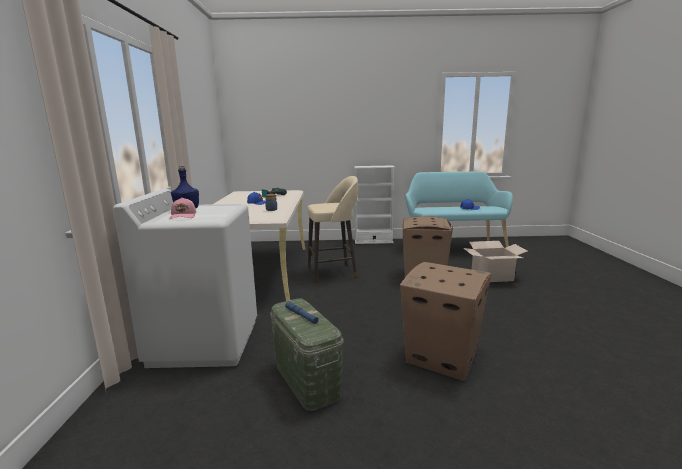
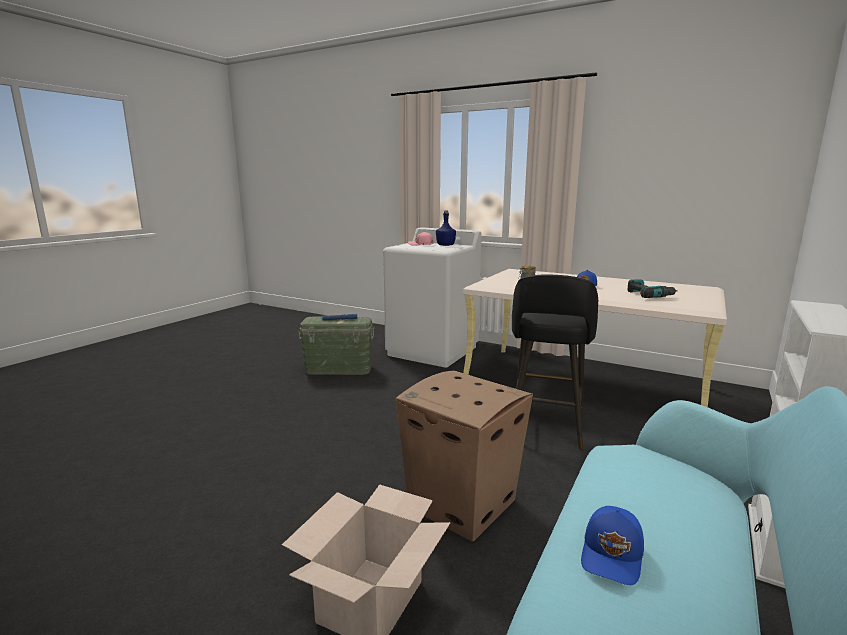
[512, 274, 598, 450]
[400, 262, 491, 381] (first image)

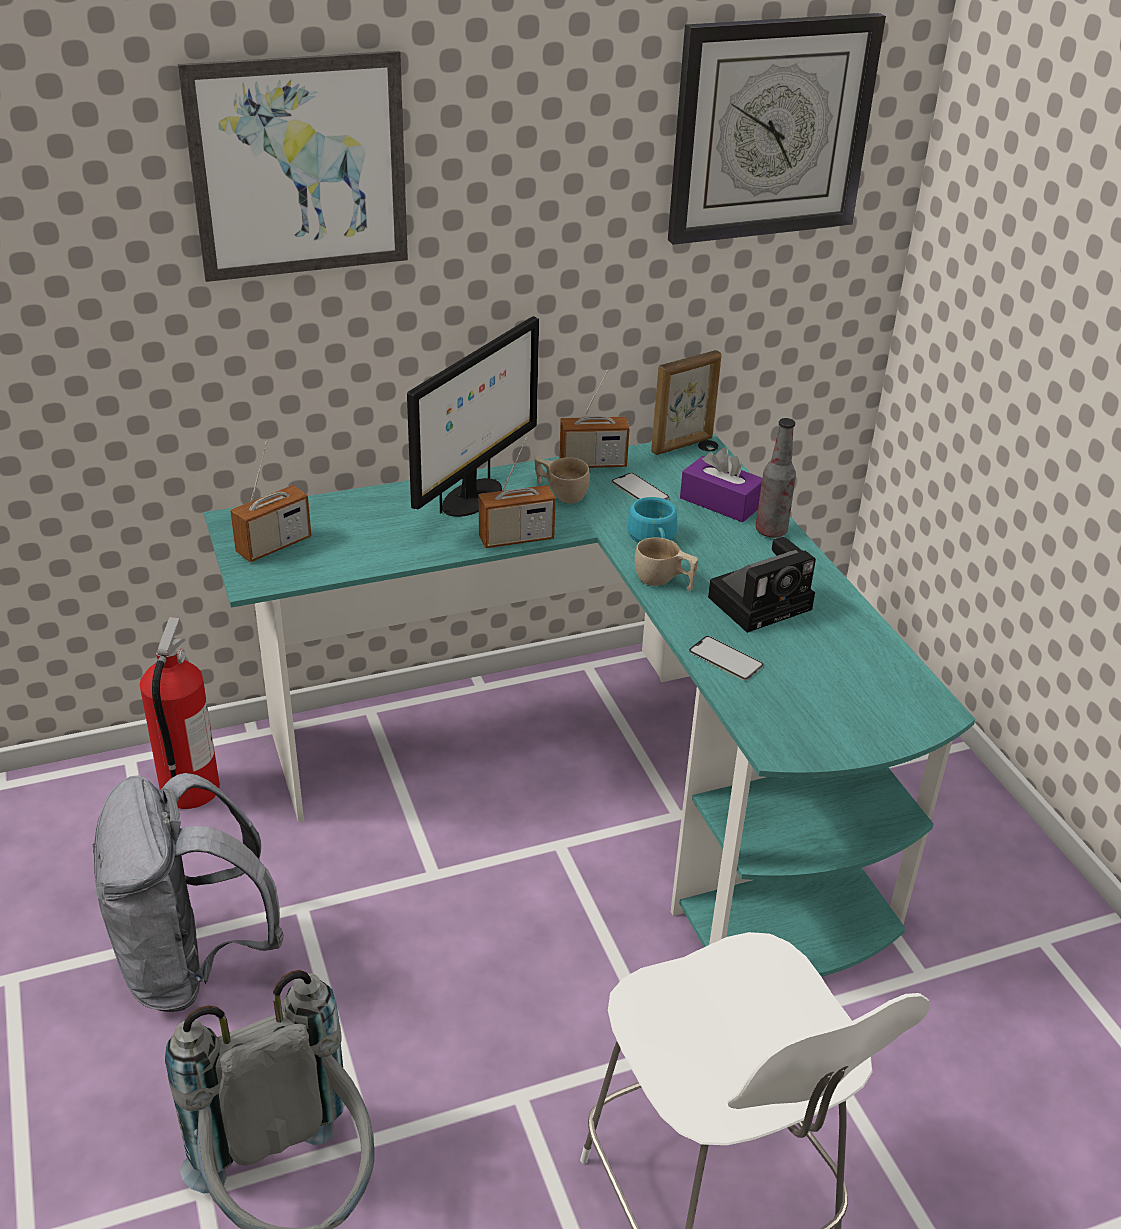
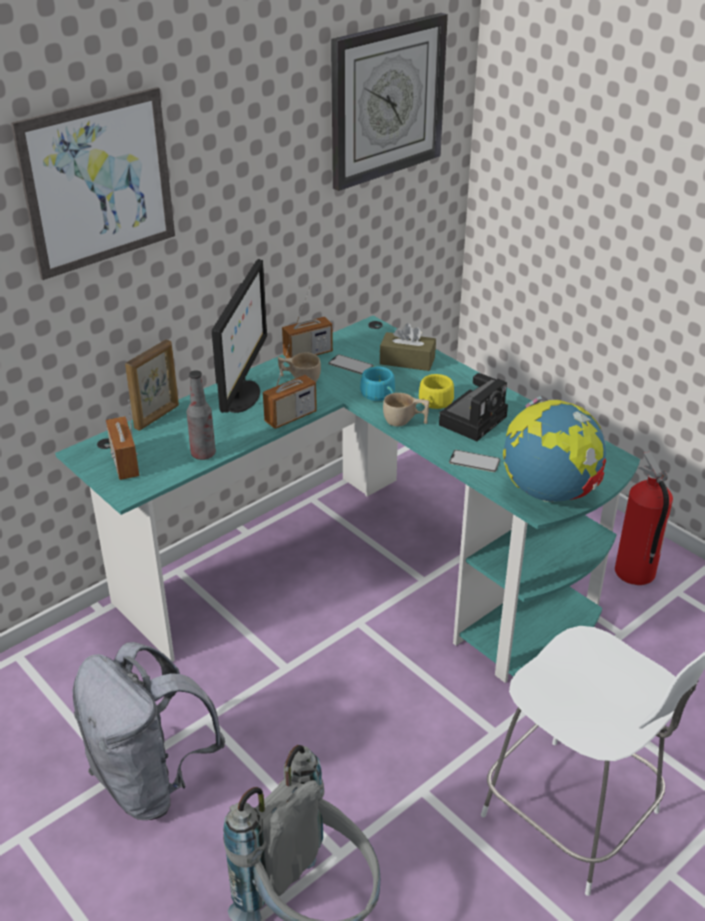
[125, 339, 179, 431]
[187, 370, 216, 460]
[106, 400, 140, 480]
[380, 323, 436, 371]
[615, 452, 673, 585]
[419, 374, 454, 409]
[503, 396, 606, 502]

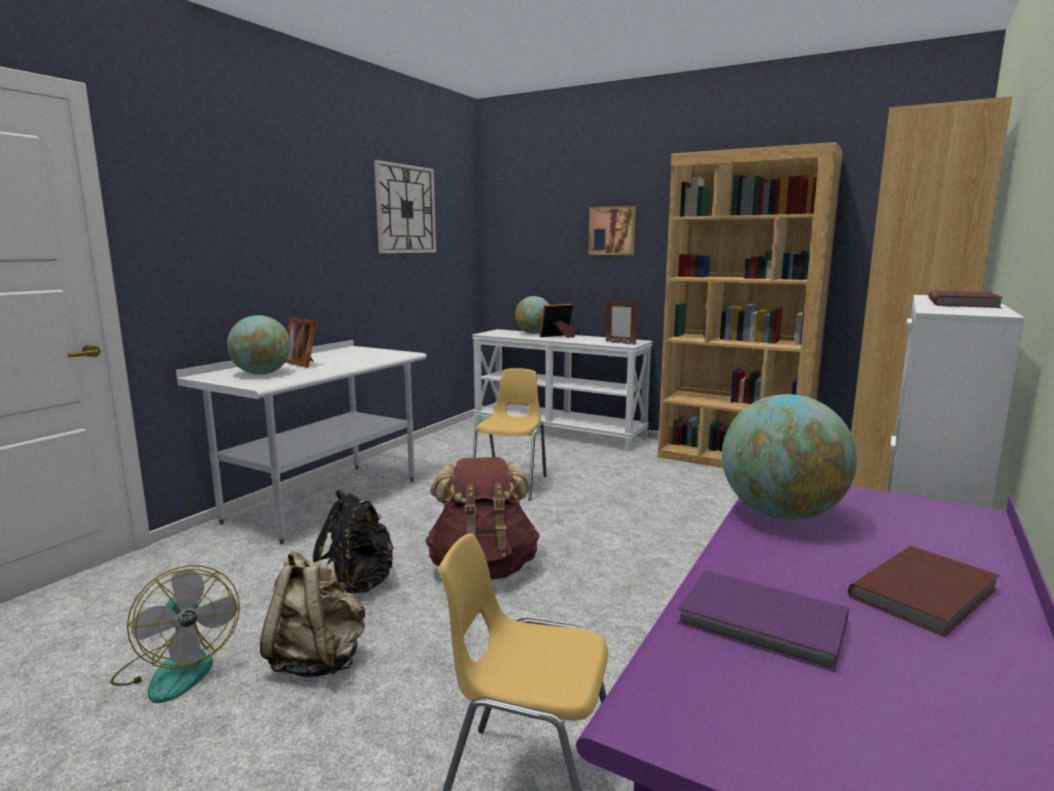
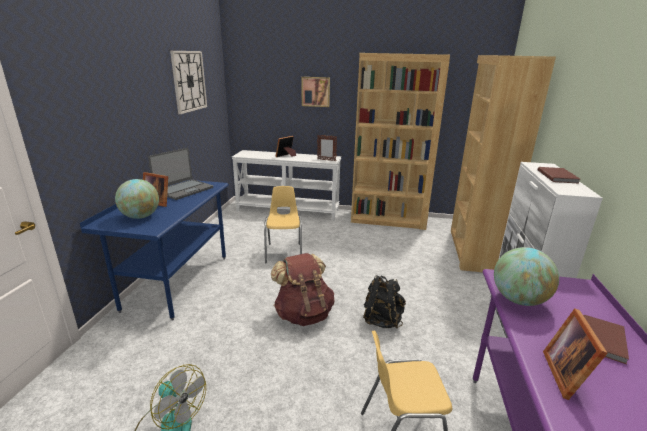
[515, 296, 550, 334] (first image)
[80, 180, 229, 321]
[363, 275, 406, 328]
[260, 551, 365, 678] (first image)
[543, 308, 608, 400]
[148, 148, 213, 200]

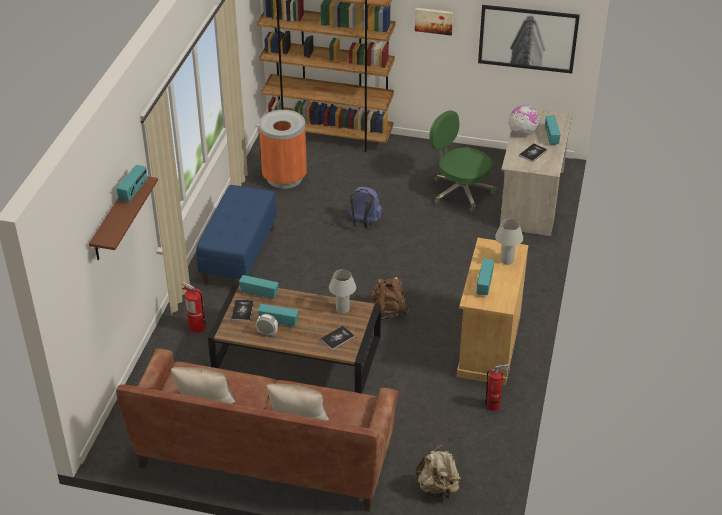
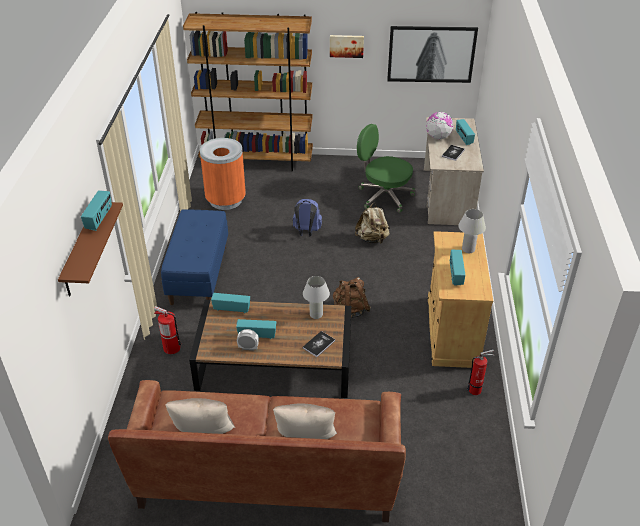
[231, 300, 254, 321] (first image)
[355, 203, 390, 244]

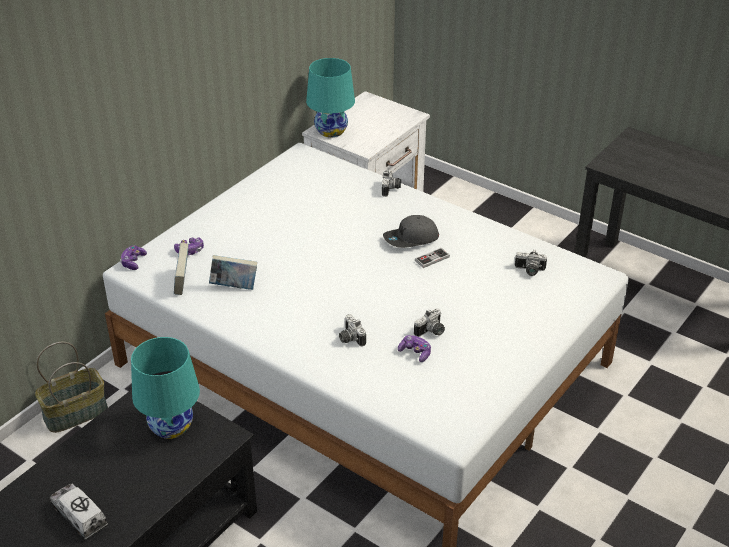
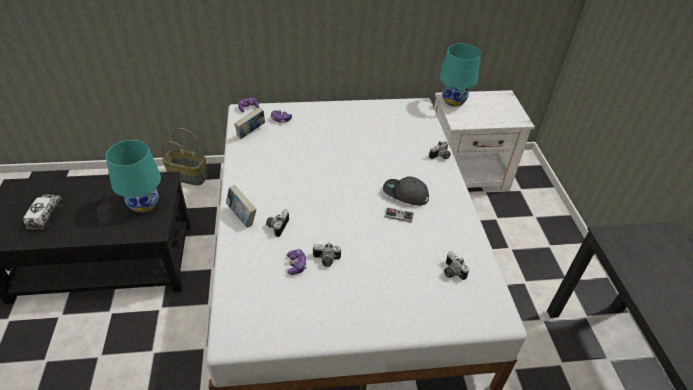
[226, 185, 257, 227]

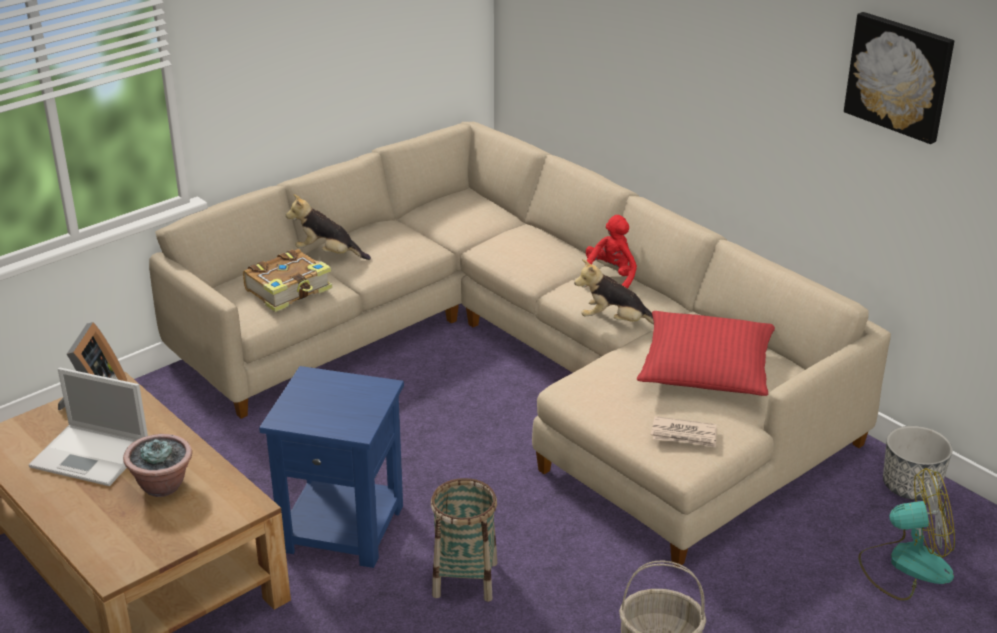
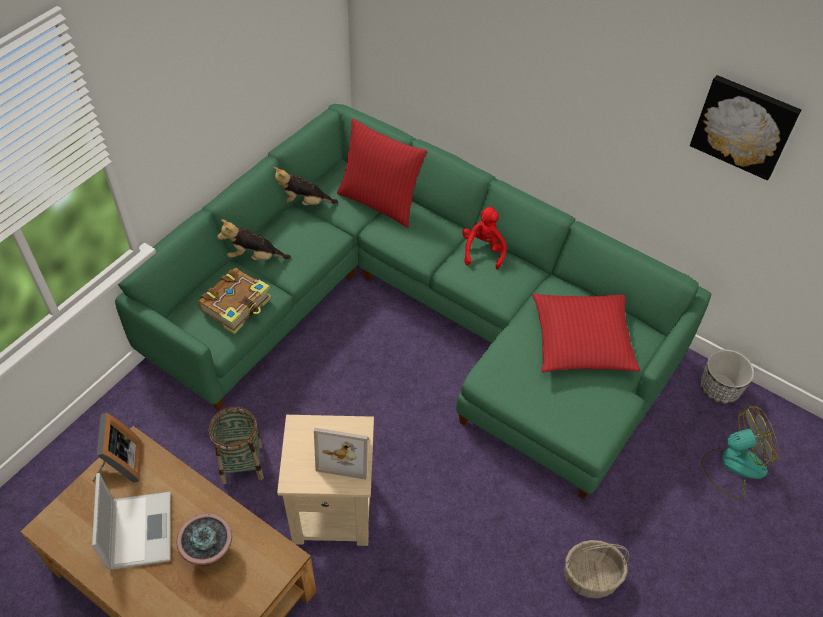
[115, 104, 711, 499]
[274, 167, 338, 205]
[277, 415, 374, 546]
[92, 473, 171, 570]
[651, 416, 717, 448] (first image)
[209, 407, 264, 484]
[337, 119, 428, 228]
[314, 428, 369, 480]

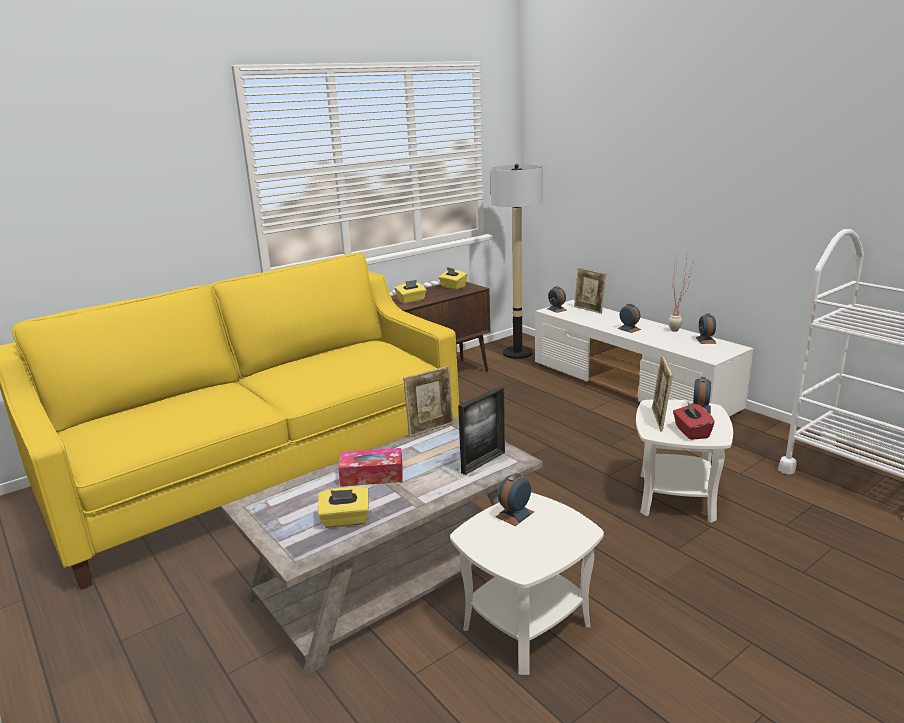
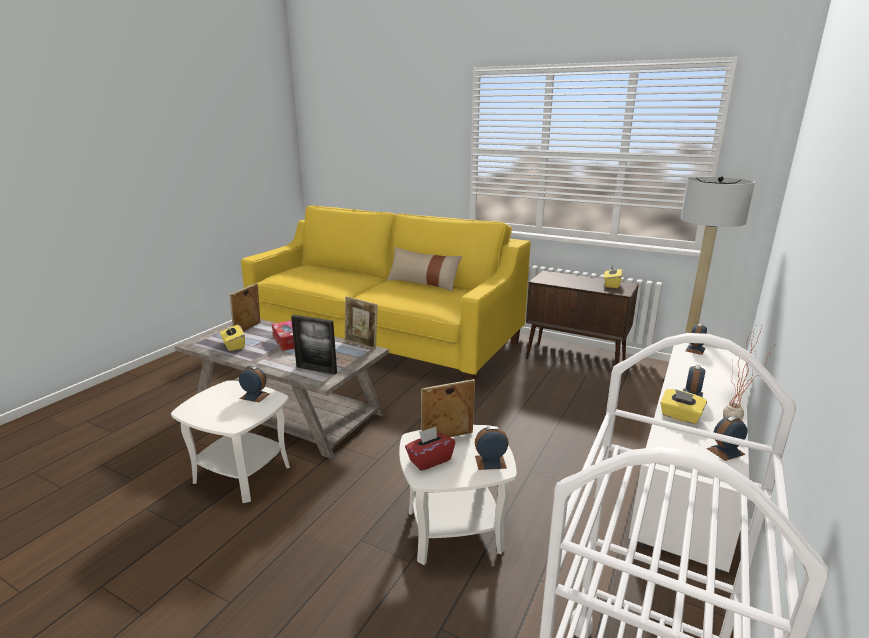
[230, 283, 260, 331]
[660, 389, 707, 425]
[387, 247, 462, 292]

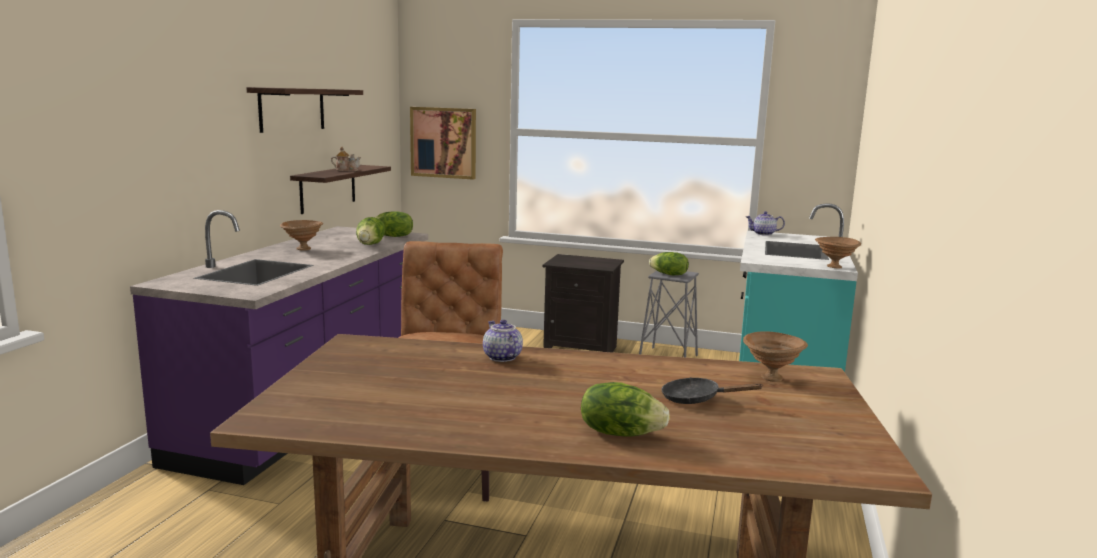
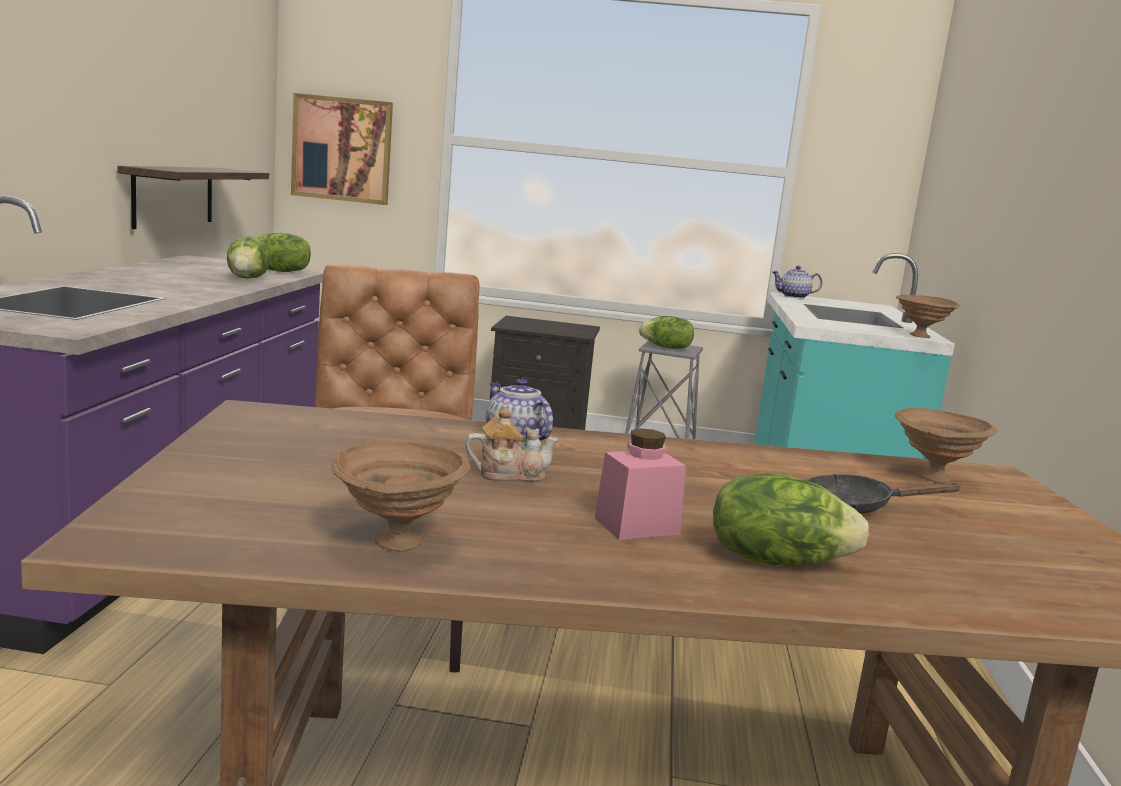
[247, 87, 363, 133] (first image)
[465, 407, 559, 482]
[331, 441, 470, 552]
[594, 428, 686, 540]

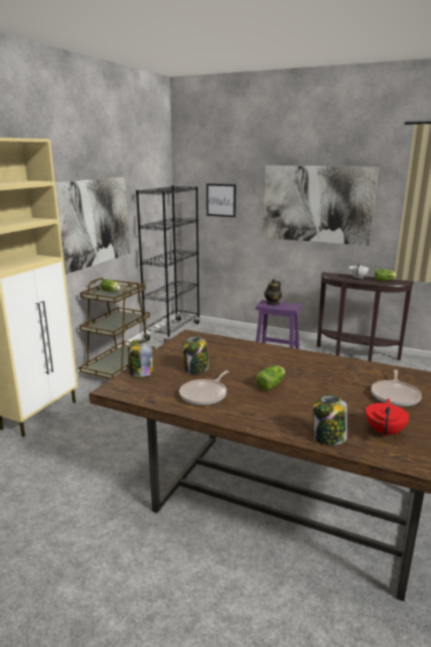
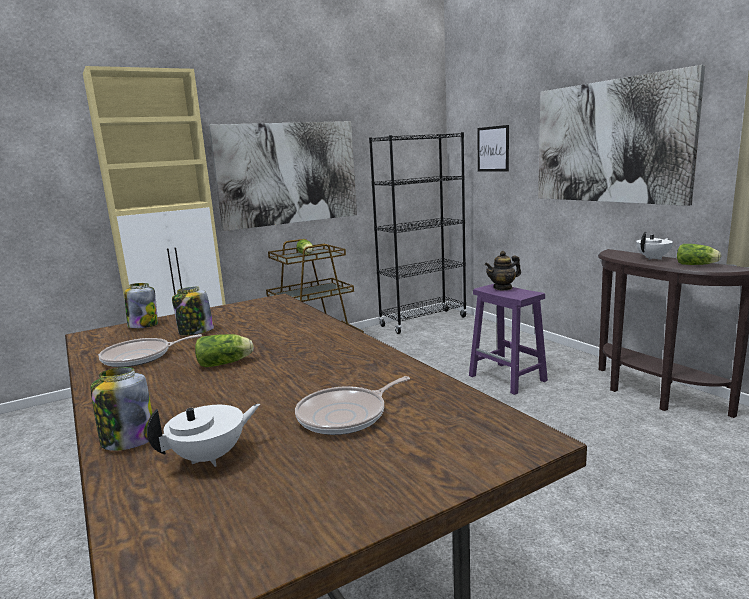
[146, 404, 260, 467]

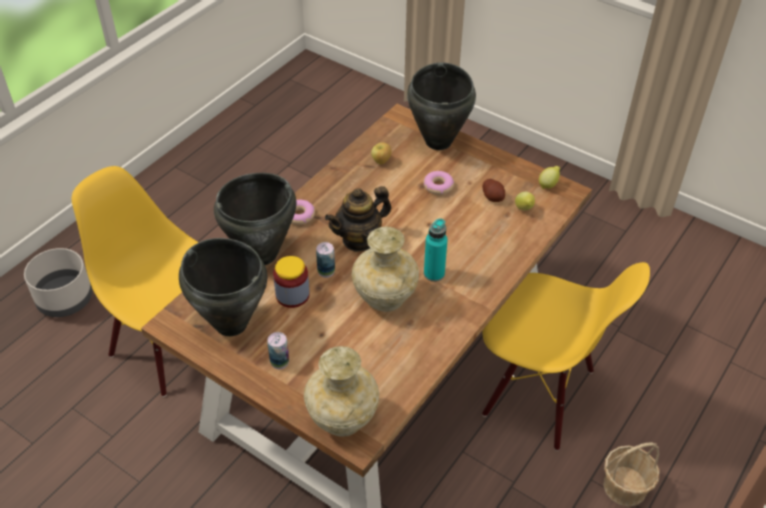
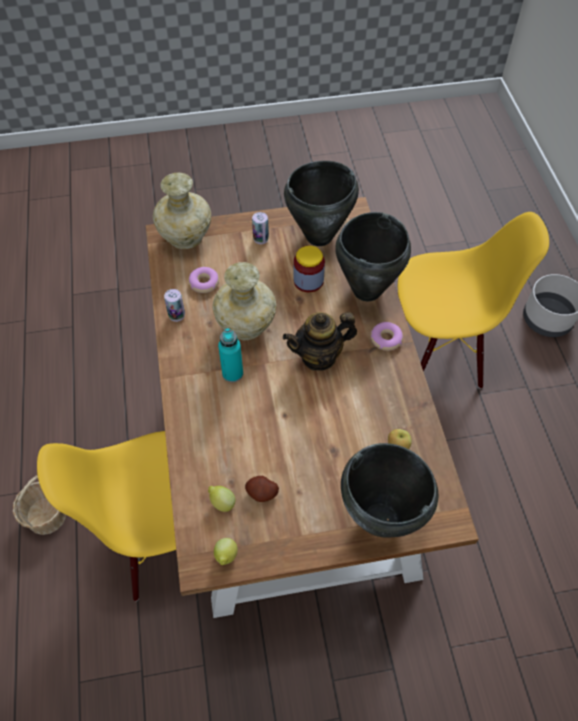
[188, 267, 219, 293]
[283, 312, 357, 371]
[164, 289, 185, 322]

